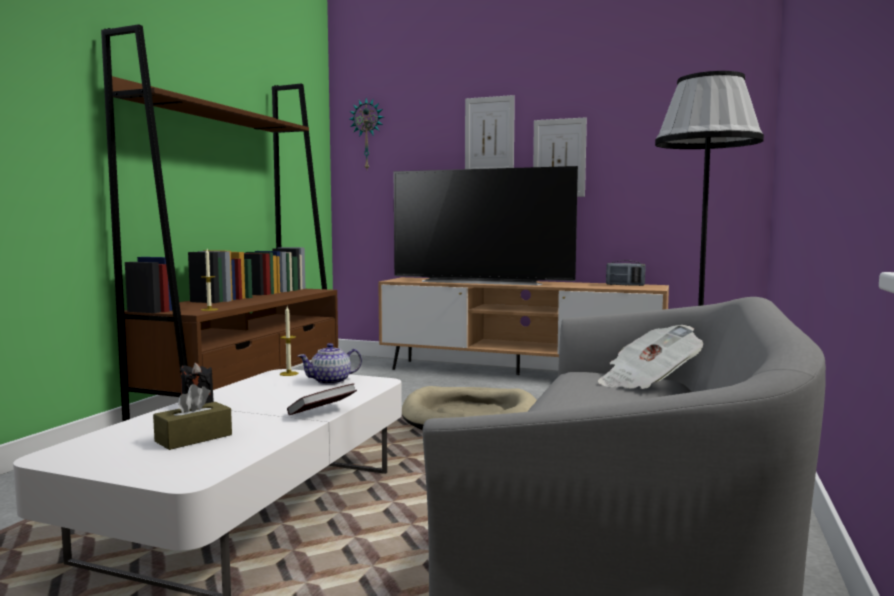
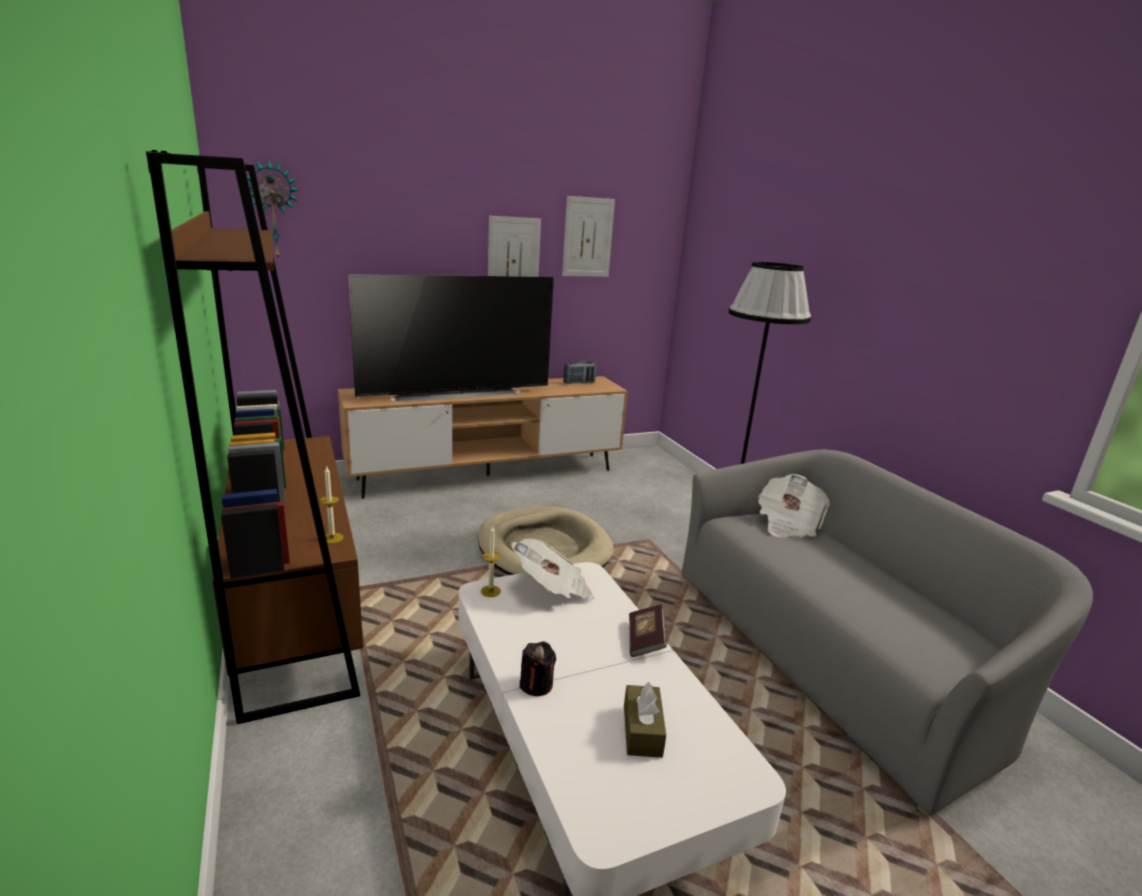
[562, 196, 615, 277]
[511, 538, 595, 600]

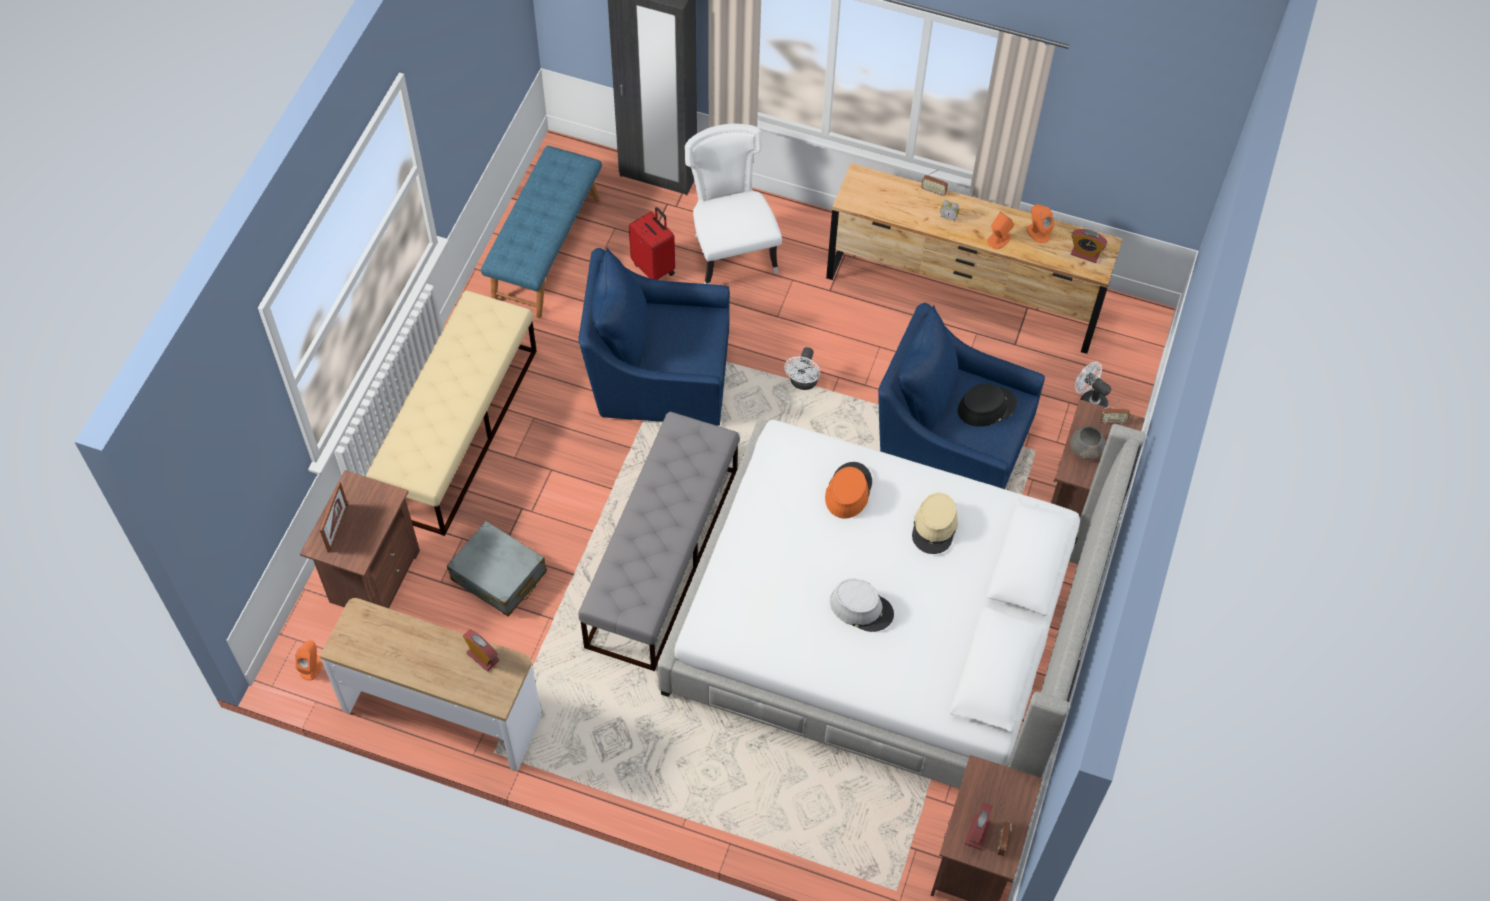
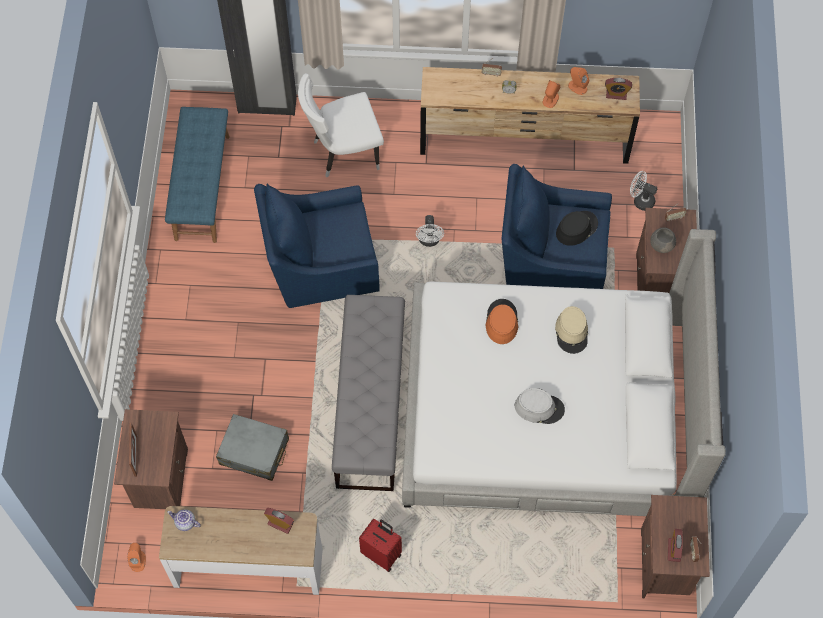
[298, 73, 384, 177]
[359, 519, 402, 572]
[366, 290, 537, 536] (first image)
[167, 509, 201, 531]

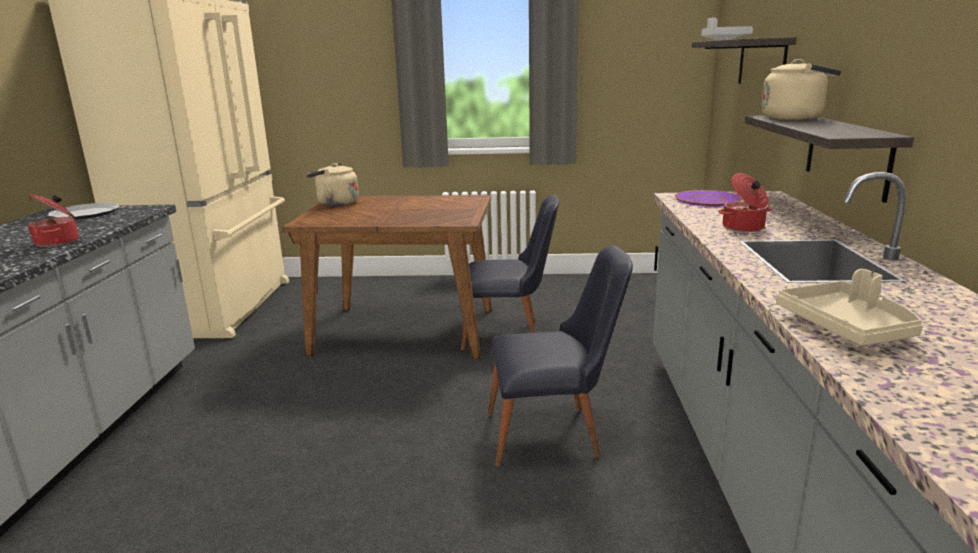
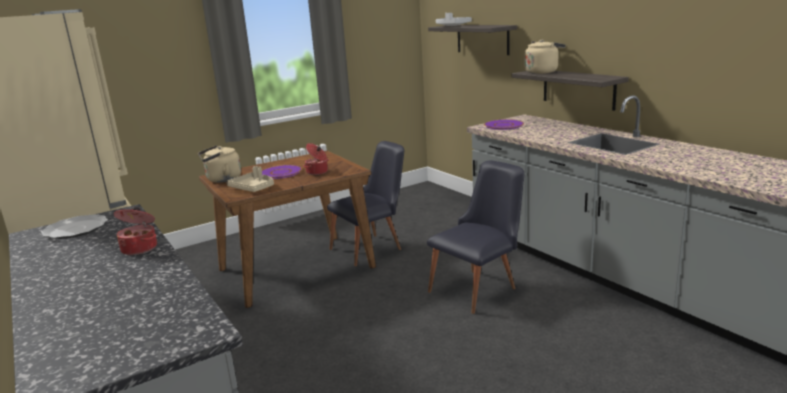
[303, 143, 329, 175]
[227, 166, 274, 192]
[262, 165, 302, 179]

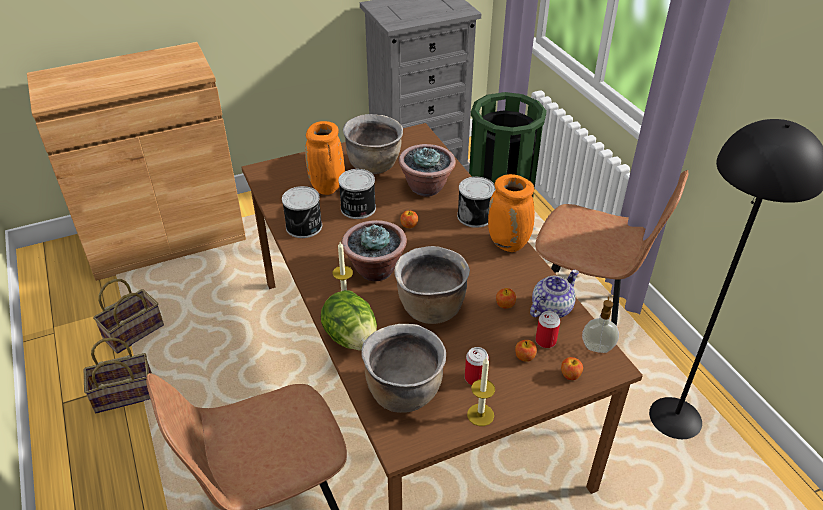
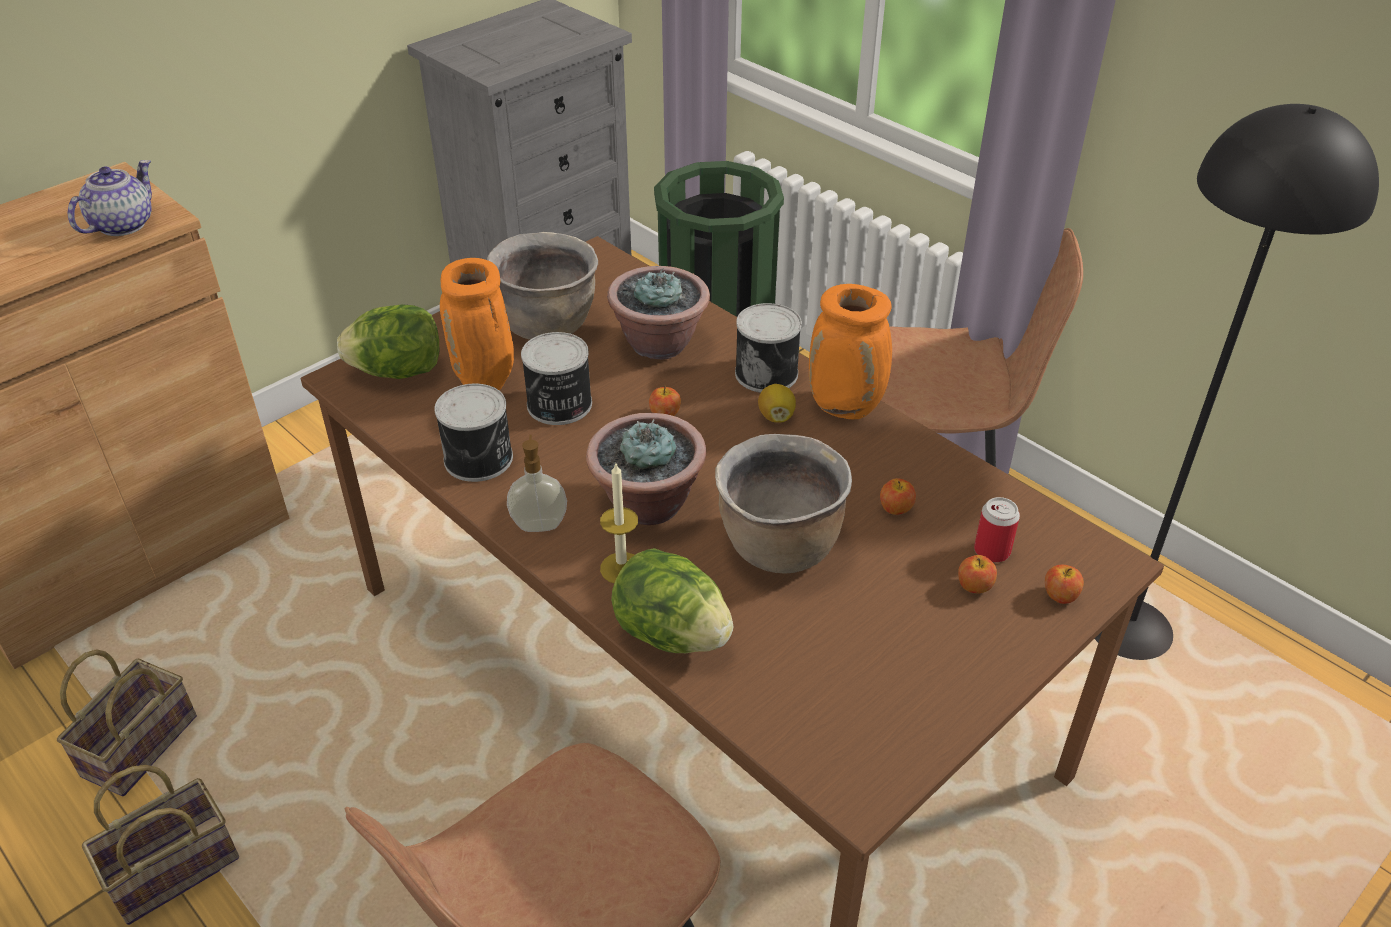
[68, 160, 152, 236]
[507, 435, 567, 532]
[361, 324, 446, 413] (first image)
[465, 347, 489, 385] (first image)
[467, 357, 495, 426] (first image)
[337, 305, 439, 379]
[758, 384, 796, 423]

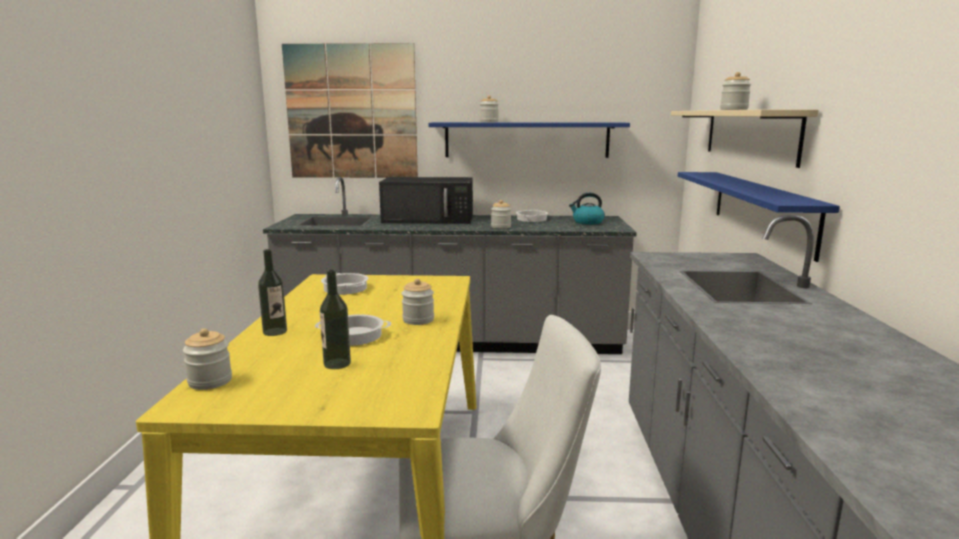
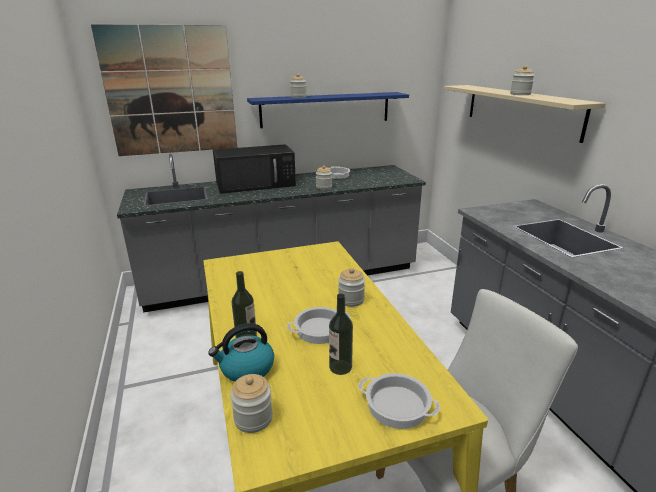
[678, 172, 840, 262] (first image)
[208, 323, 274, 382]
[358, 373, 440, 429]

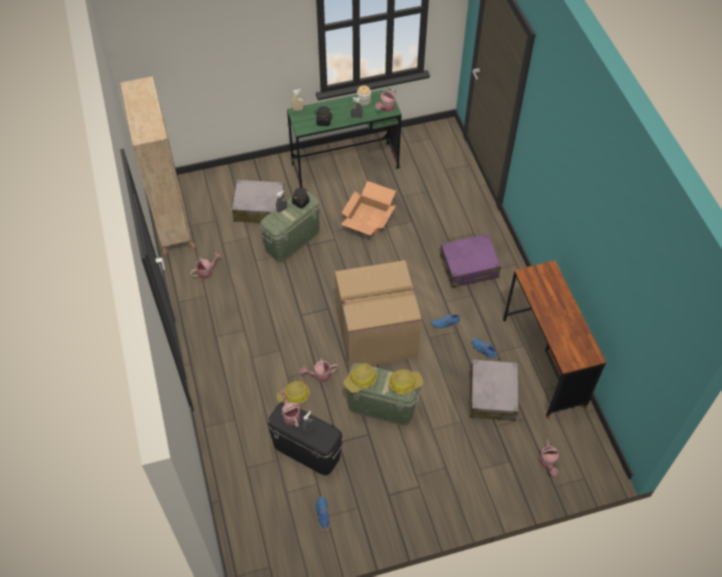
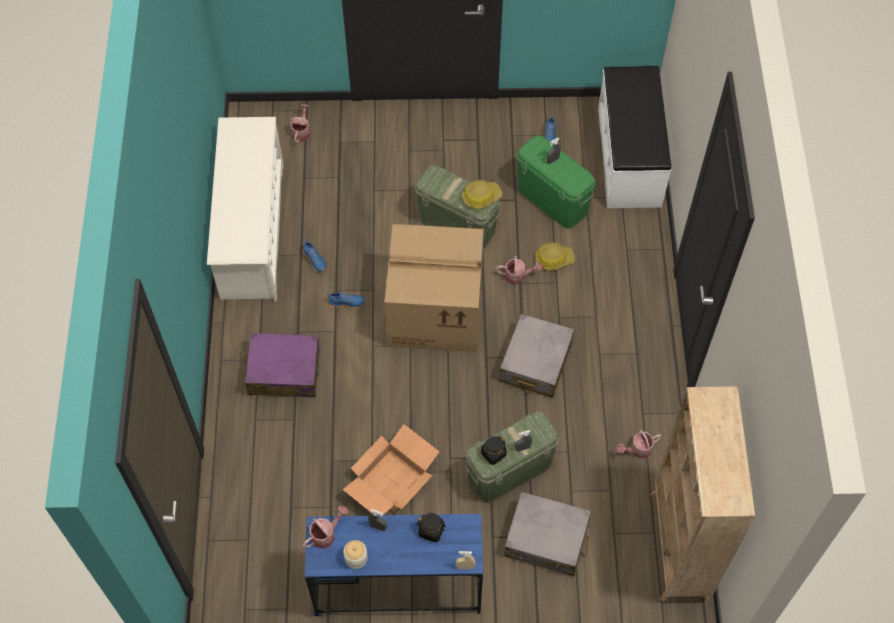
[305, 514, 483, 616]
[207, 117, 284, 301]
[499, 314, 574, 398]
[388, 369, 423, 395] (first image)
[278, 390, 300, 428] (first image)
[517, 136, 596, 228]
[598, 66, 671, 208]

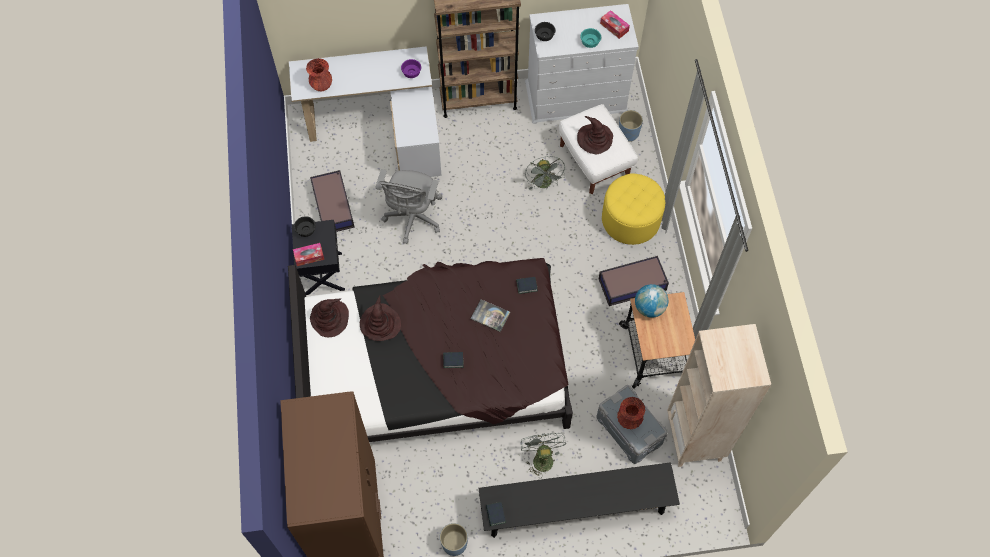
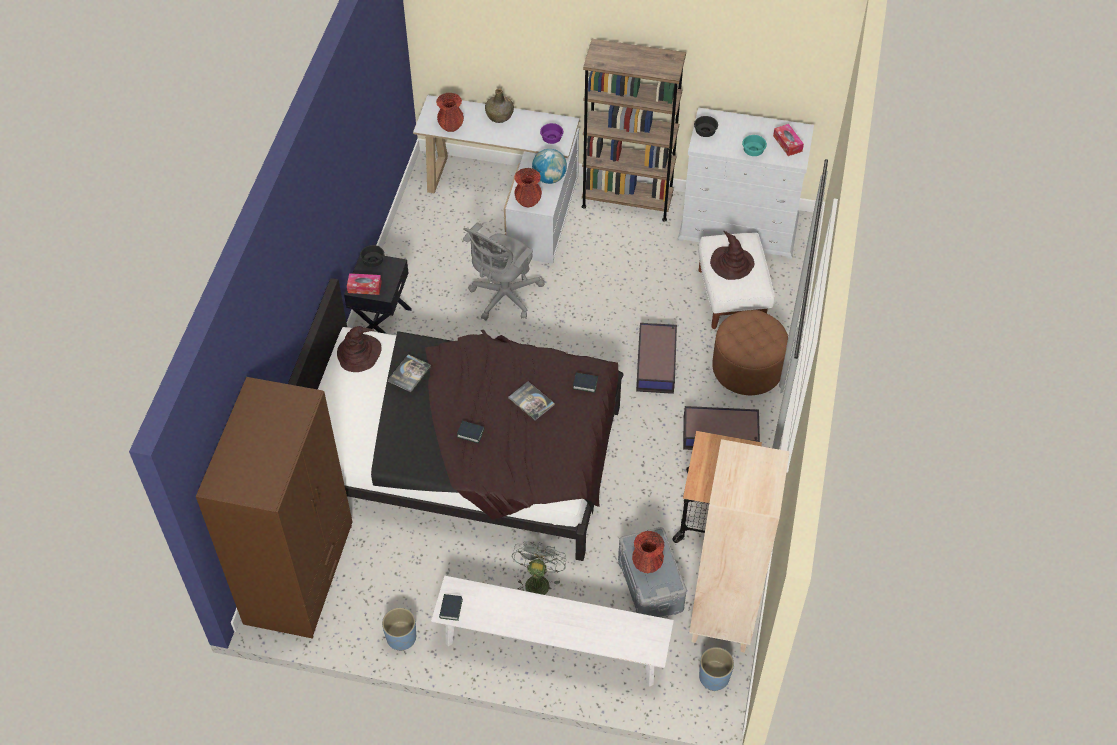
[699, 647, 734, 691]
[525, 156, 565, 190] (first image)
[636, 323, 677, 394]
[712, 310, 788, 395]
[532, 149, 567, 184]
[388, 354, 431, 392]
[431, 576, 674, 687]
[485, 89, 514, 123]
[514, 168, 542, 208]

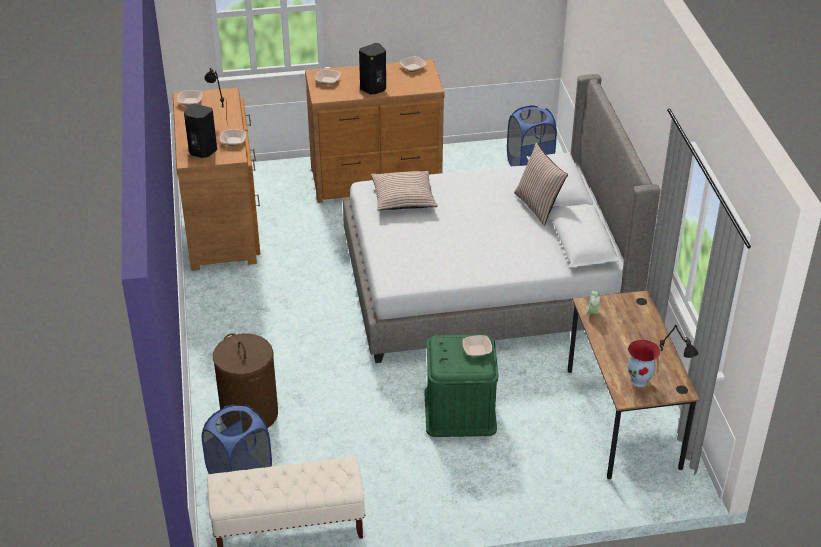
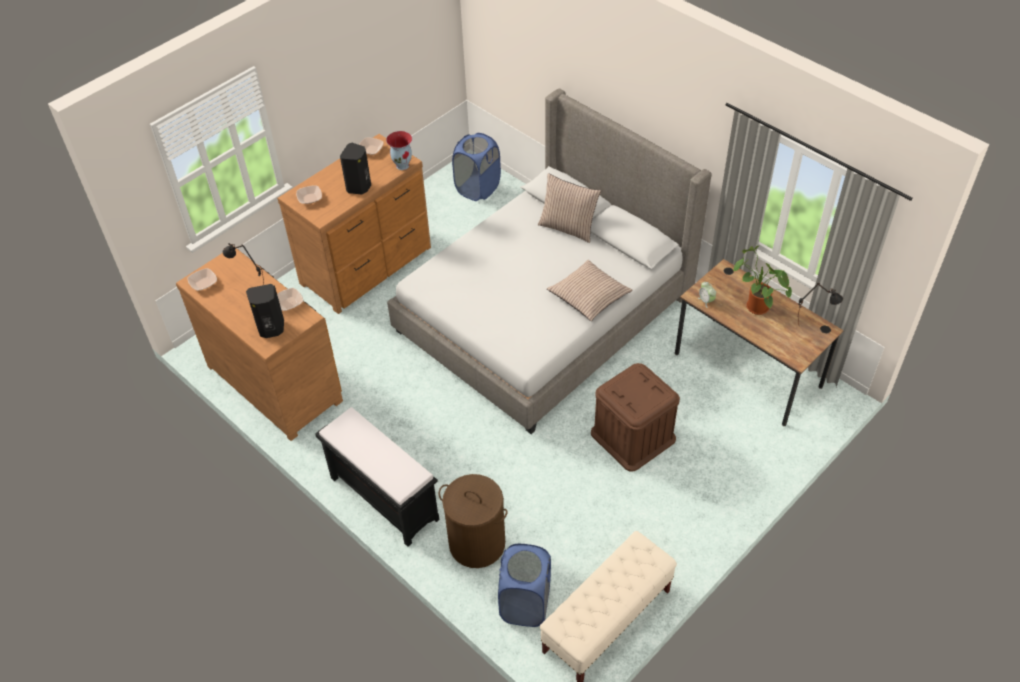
[547, 260, 633, 321]
[591, 363, 680, 472]
[462, 335, 492, 356] (first image)
[386, 131, 412, 170]
[733, 246, 792, 315]
[315, 407, 440, 547]

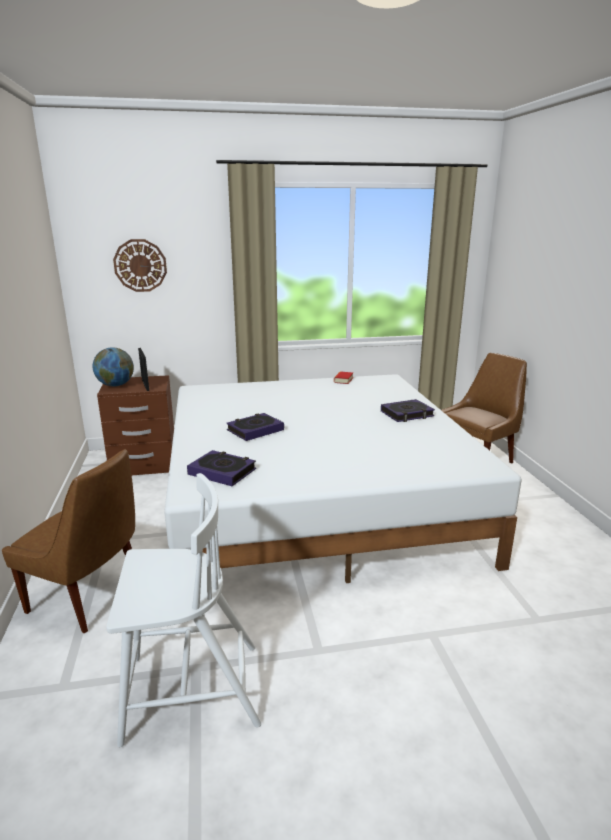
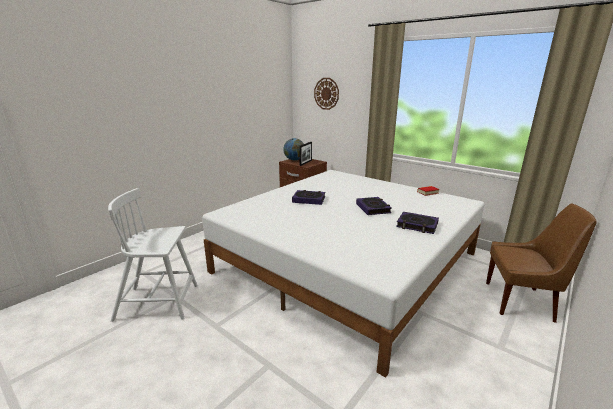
[2, 449, 135, 633] (first image)
[356, 197, 392, 215]
[108, 188, 198, 322]

